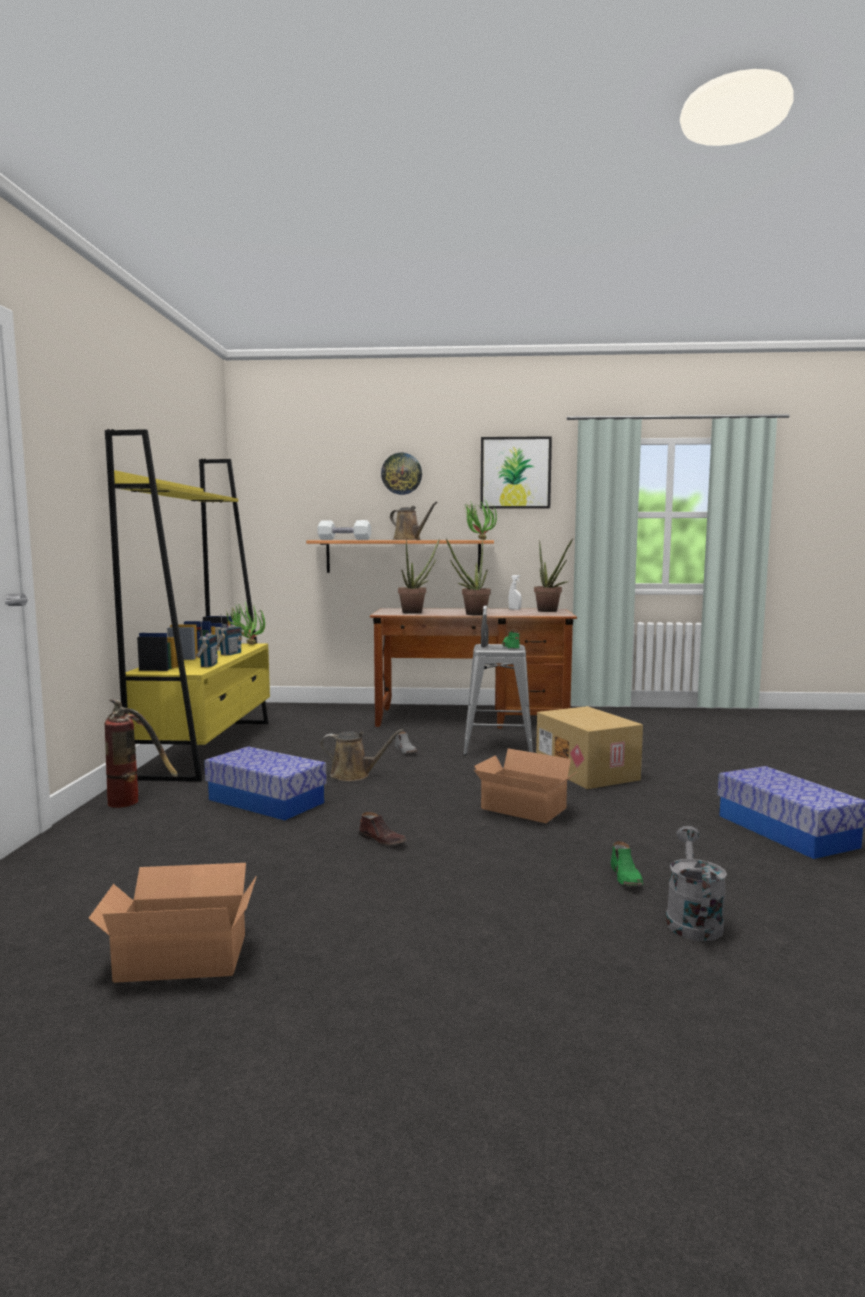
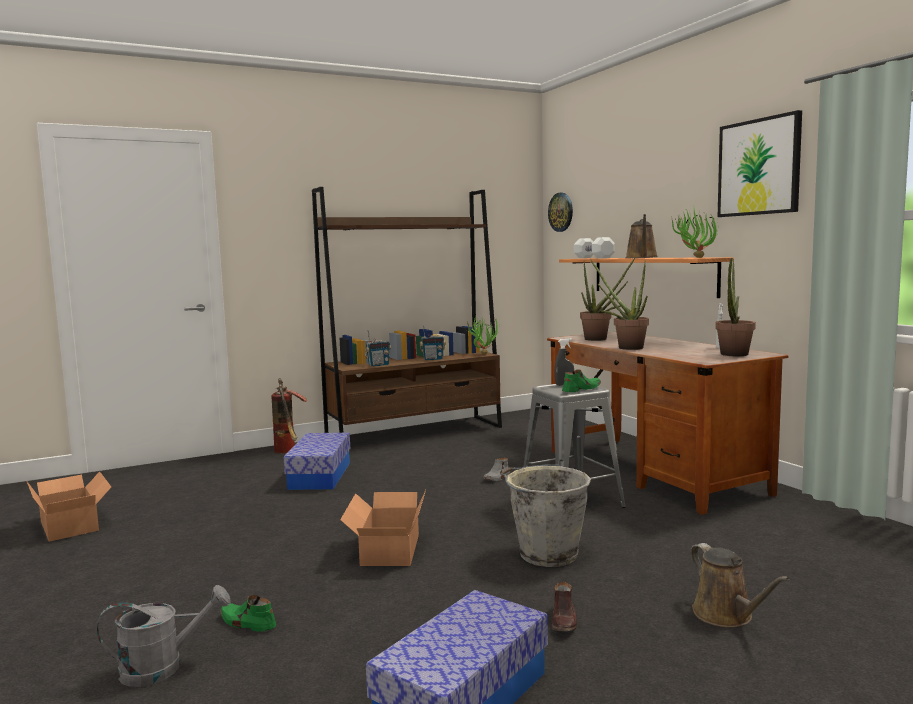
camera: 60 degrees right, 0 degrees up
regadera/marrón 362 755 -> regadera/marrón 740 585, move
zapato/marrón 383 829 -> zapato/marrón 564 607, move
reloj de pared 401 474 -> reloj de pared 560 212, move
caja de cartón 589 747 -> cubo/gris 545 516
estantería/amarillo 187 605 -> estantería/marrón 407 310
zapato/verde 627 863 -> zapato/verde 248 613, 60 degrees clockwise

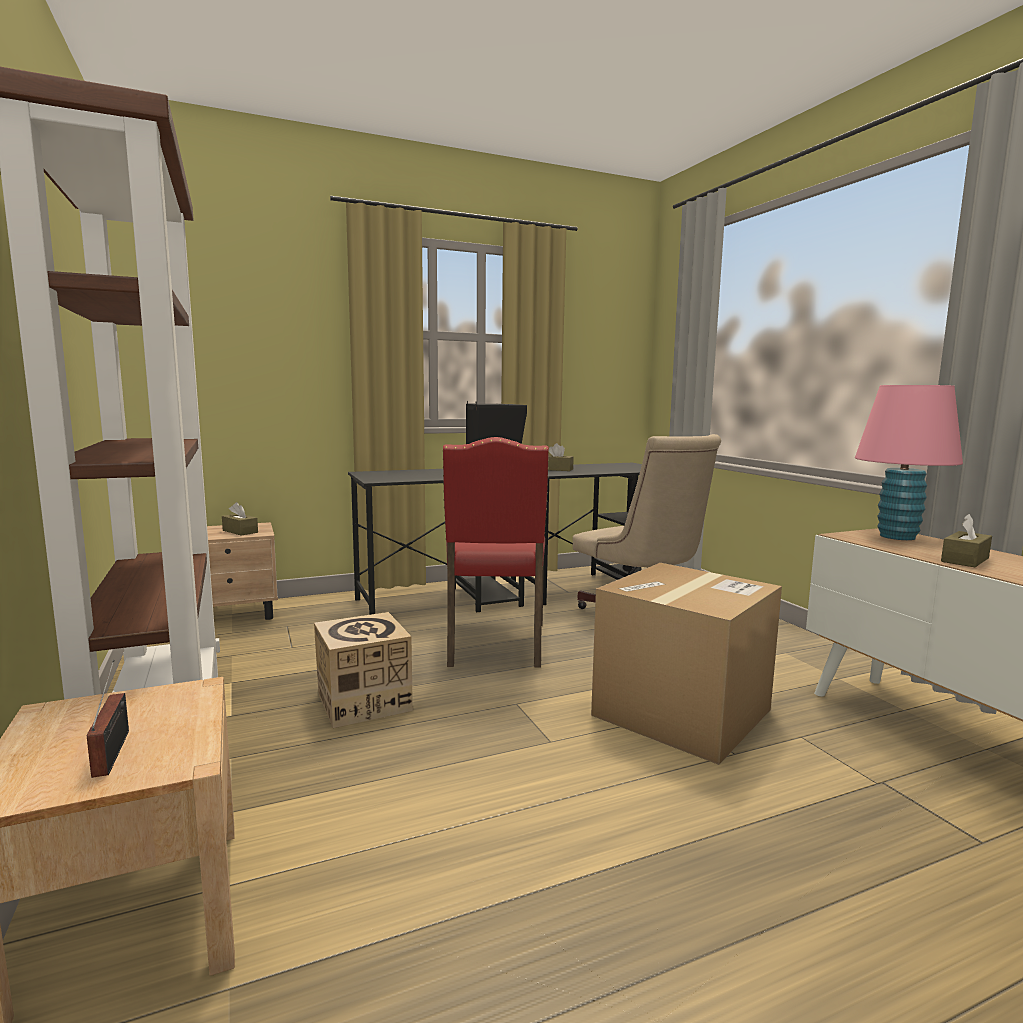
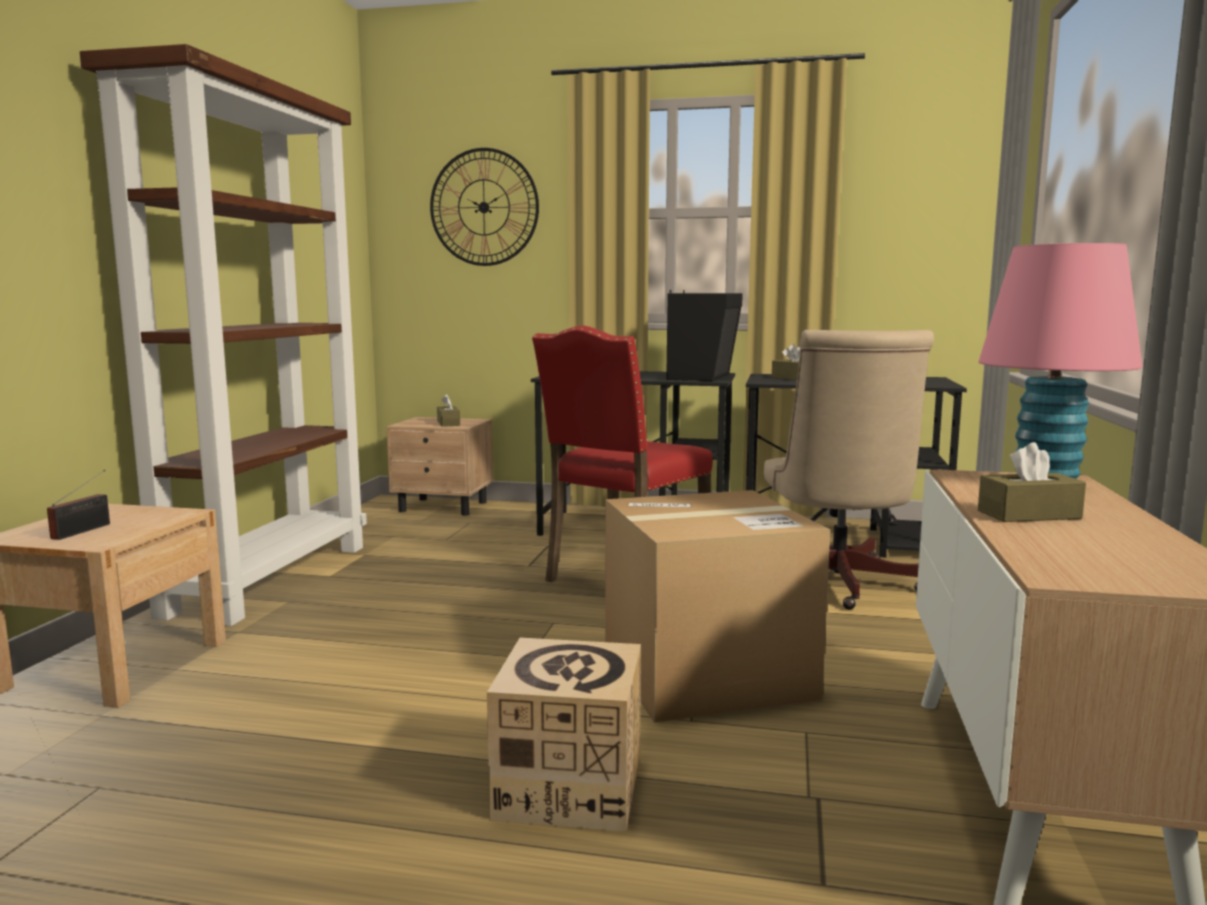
camera: 35 degrees right, 0 degrees up
none -> reloj de pared 484 207
caja de cartón 363 670 -> caja de cartón 564 734, move

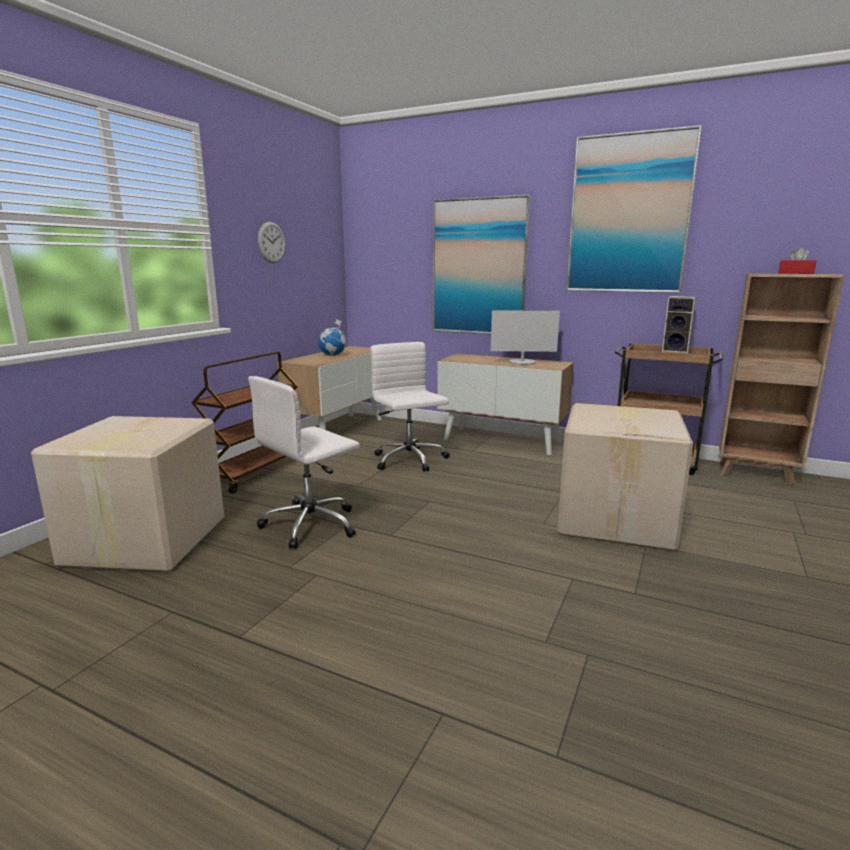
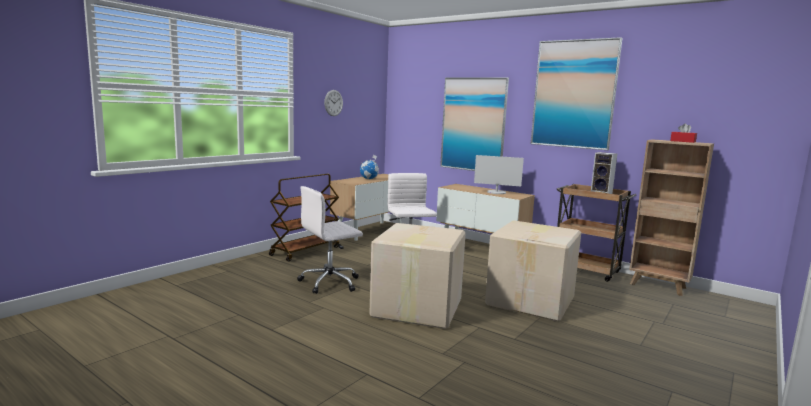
camera: 10 degrees right, 5 degrees down
caja de cartón 127 494 -> caja de cartón 417 276, move

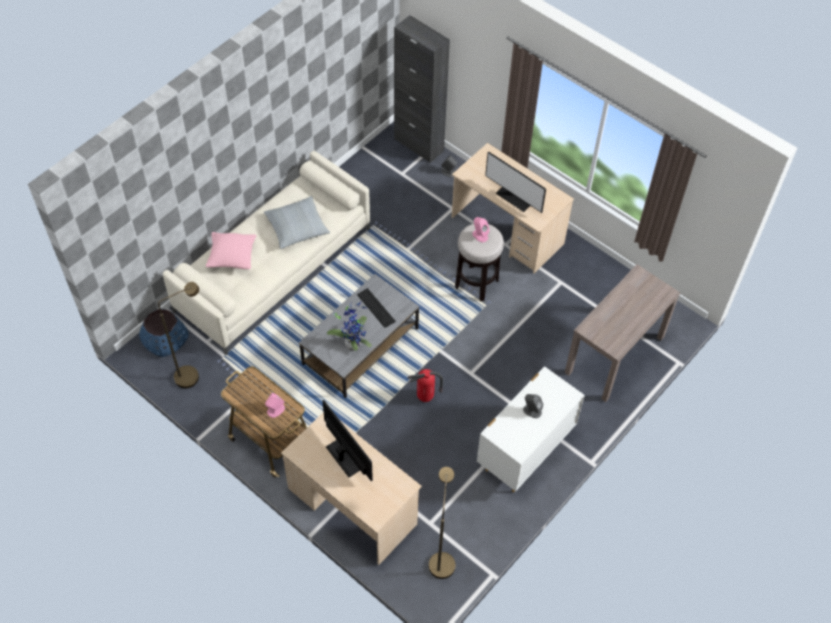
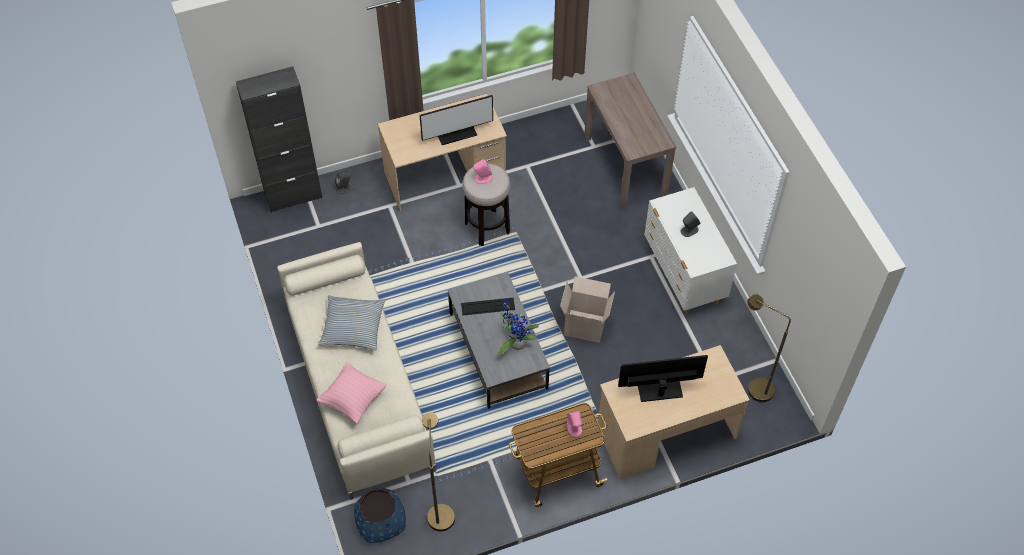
camera: 60 degrees left, 0 degrees up
extintor 425 385 -> caja de cartón 587 309

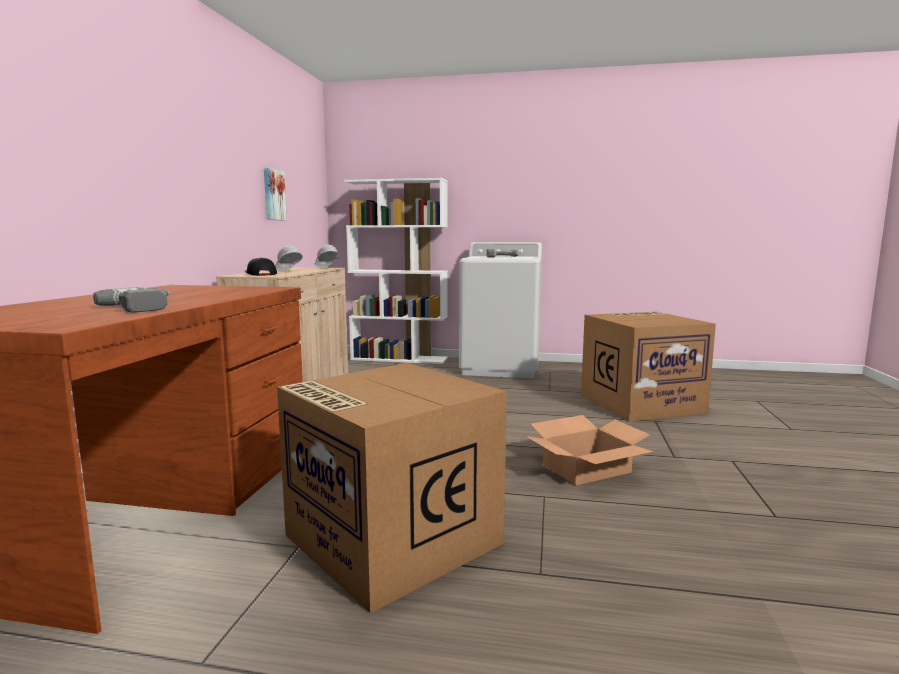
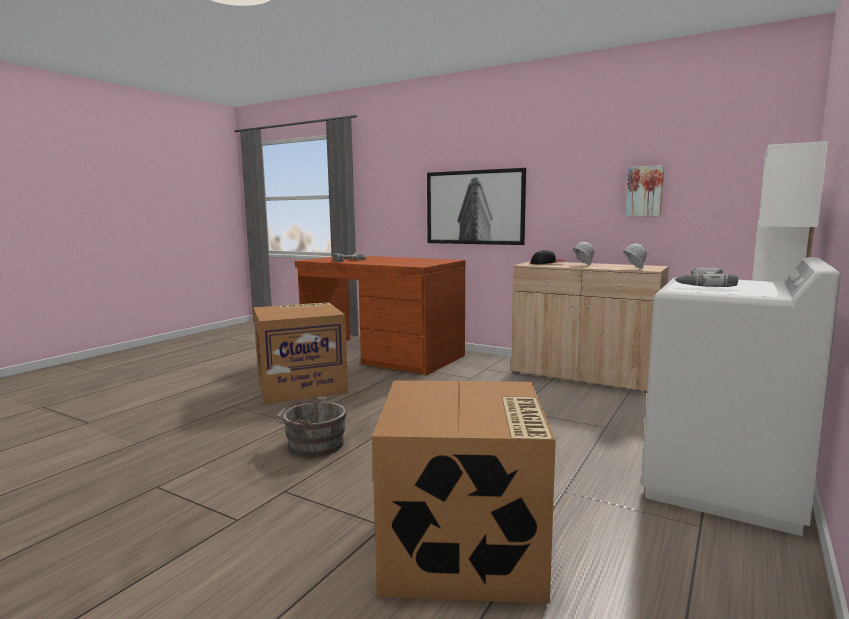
camera: 110 degrees right, 0 degrees up
none -> cuadro 476 206
caja de cartón 589 450 -> cubo/gris 311 427

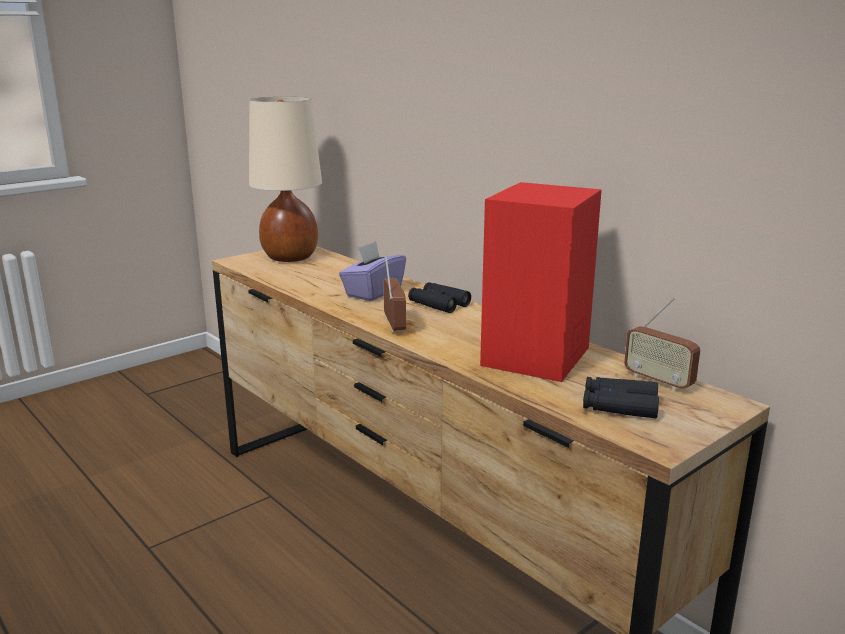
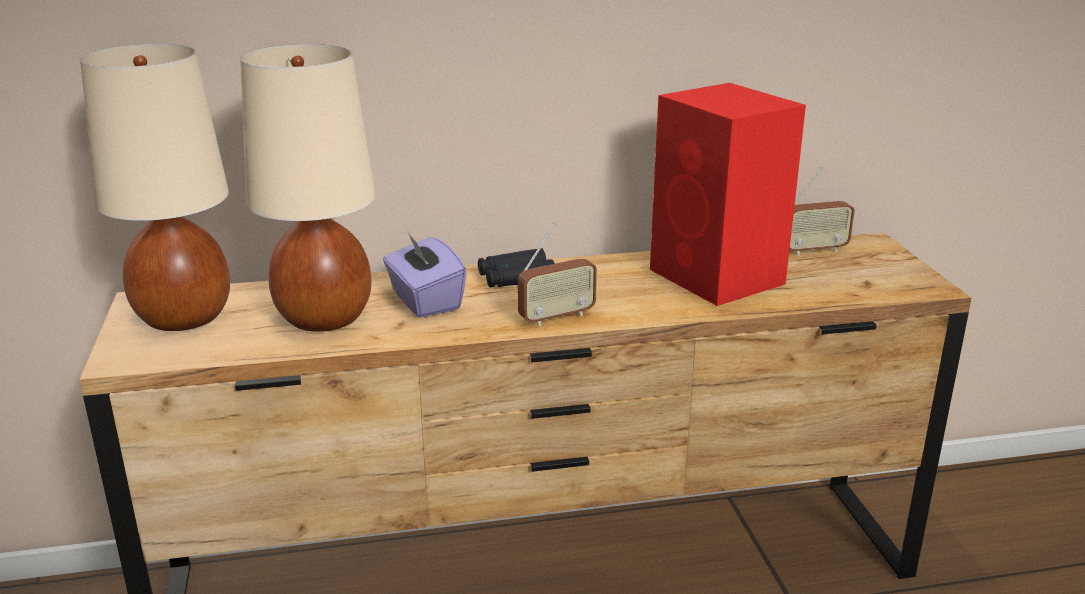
camera: 60 degrees left, 5 degrees up
prismáticos/negro 621 397 -> none
none -> lámpara de mesa/beis 307 188
radio 394 293 -> radio 557 274, 135 degrees clockwise

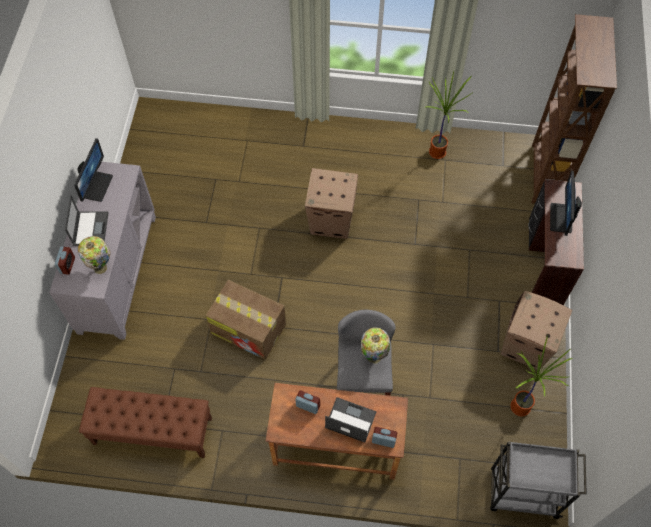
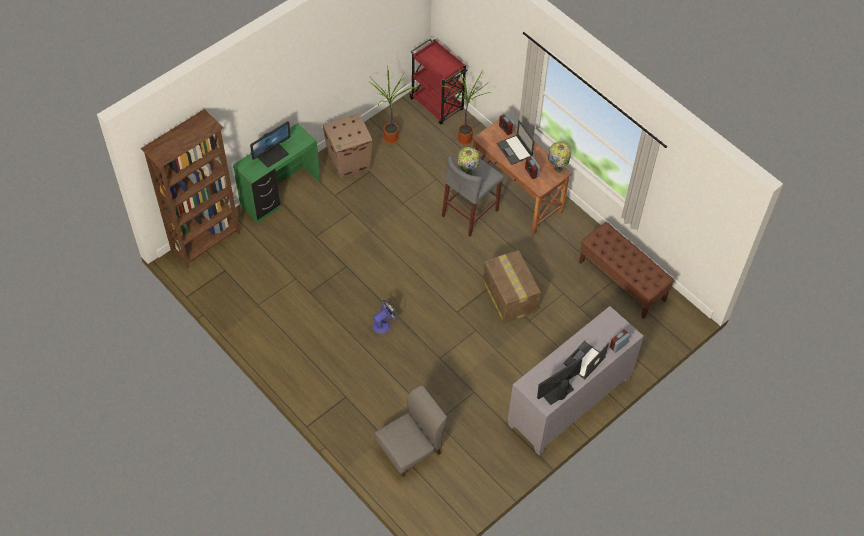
camera: 140 degrees left, 5 degrees down
none -> silla/gris 411 431
lámpara de mesa 94 255 -> lámpara de mesa 559 157, move
planta en maceta 449 115 -> planta en maceta 466 107, move
caja de cartón 331 203 -> ventilador 385 317
carrito/gris 538 480 -> carrito/rojo 438 82
escritorio/marrón 556 242 -> escritorio/verde 276 173

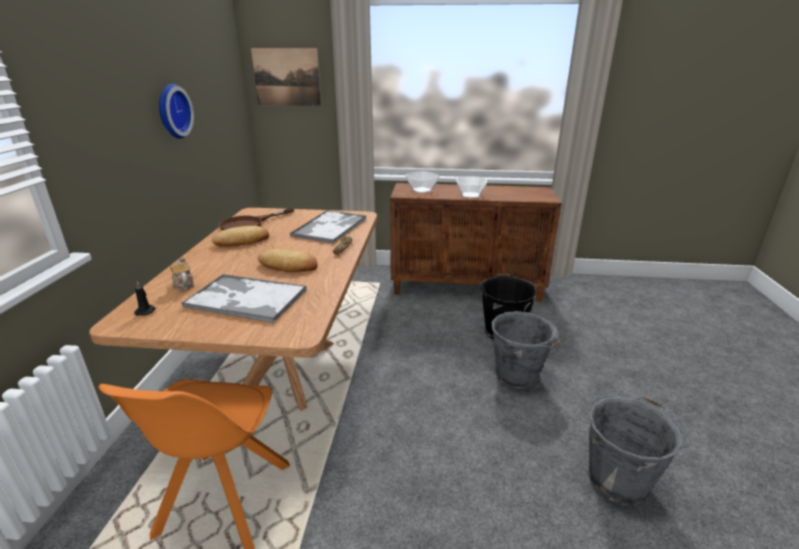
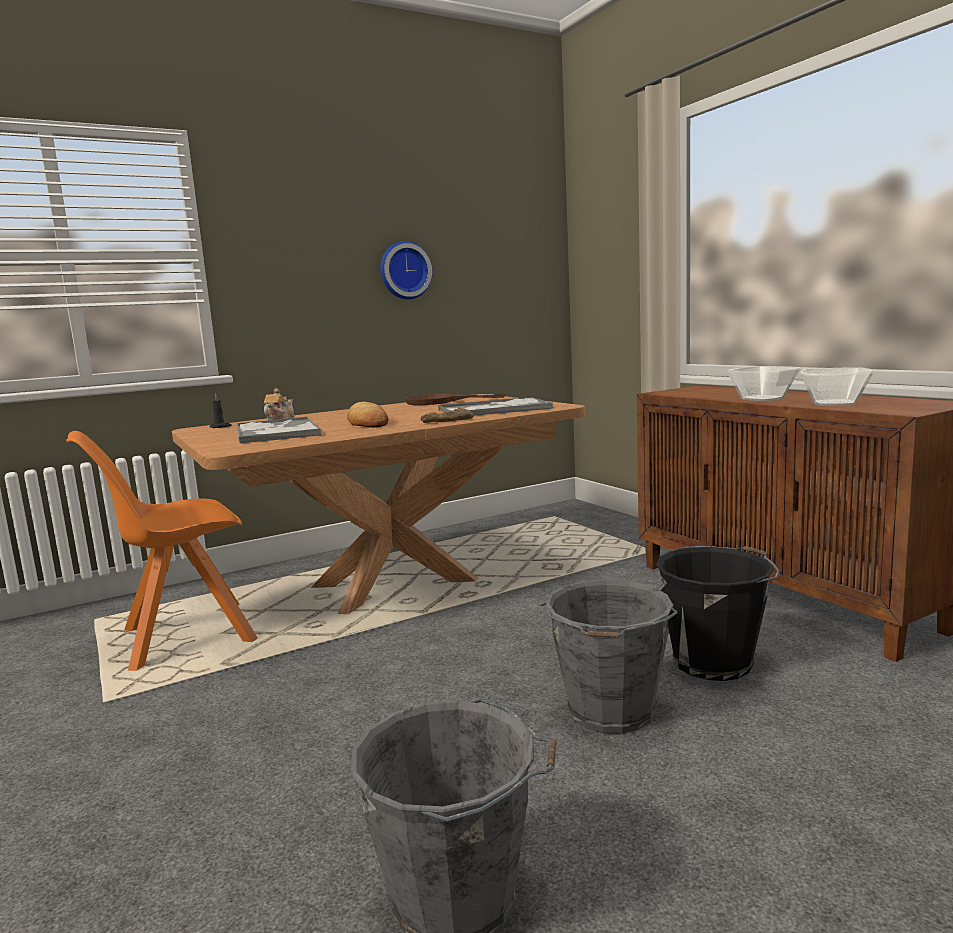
camera: 55 degrees right, 15 degrees down
pan 240 236 -> none
cuadro 286 77 -> none
cuenco 422 182 -> cuenco 836 386, move

